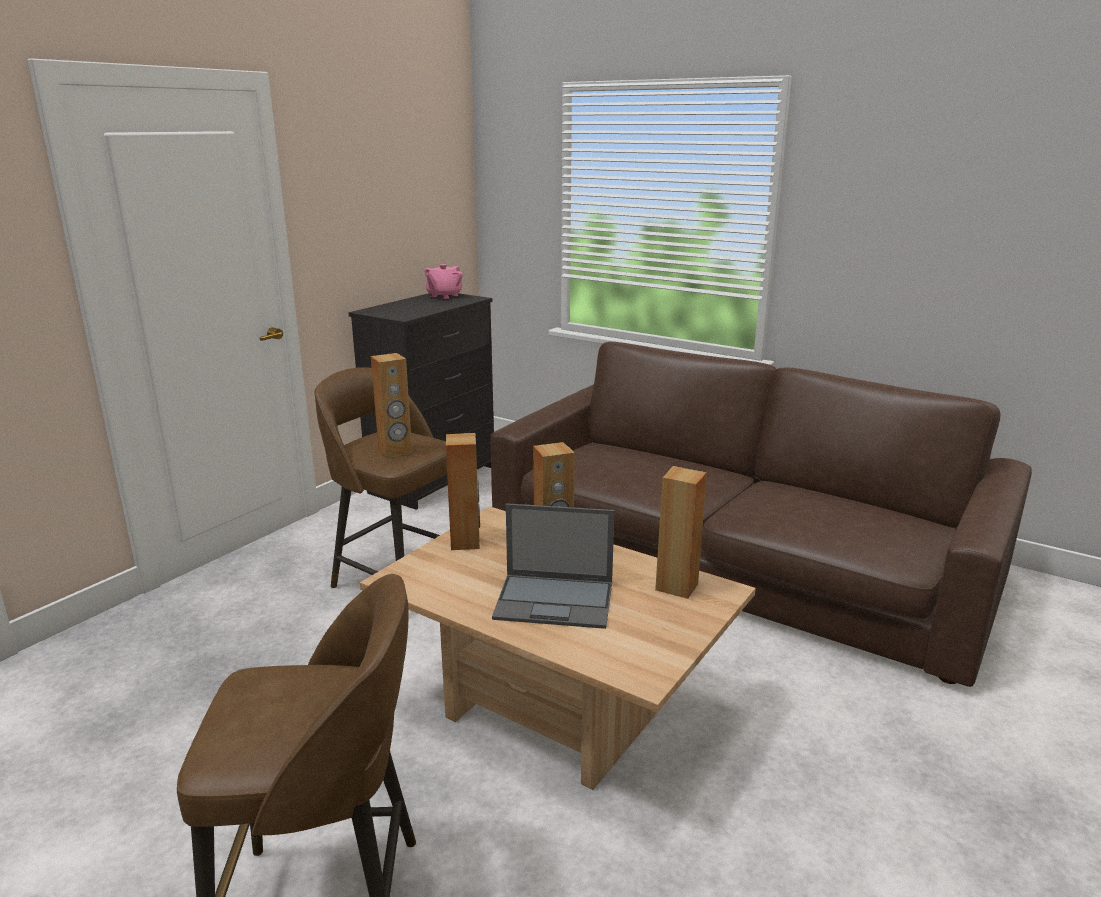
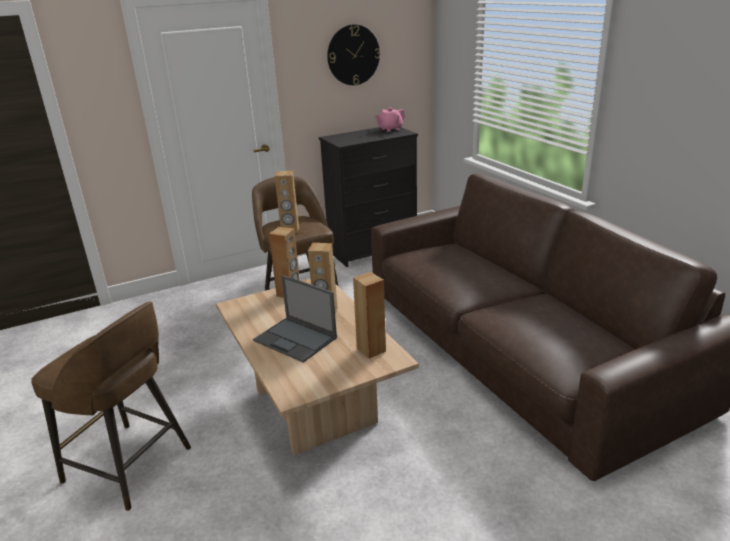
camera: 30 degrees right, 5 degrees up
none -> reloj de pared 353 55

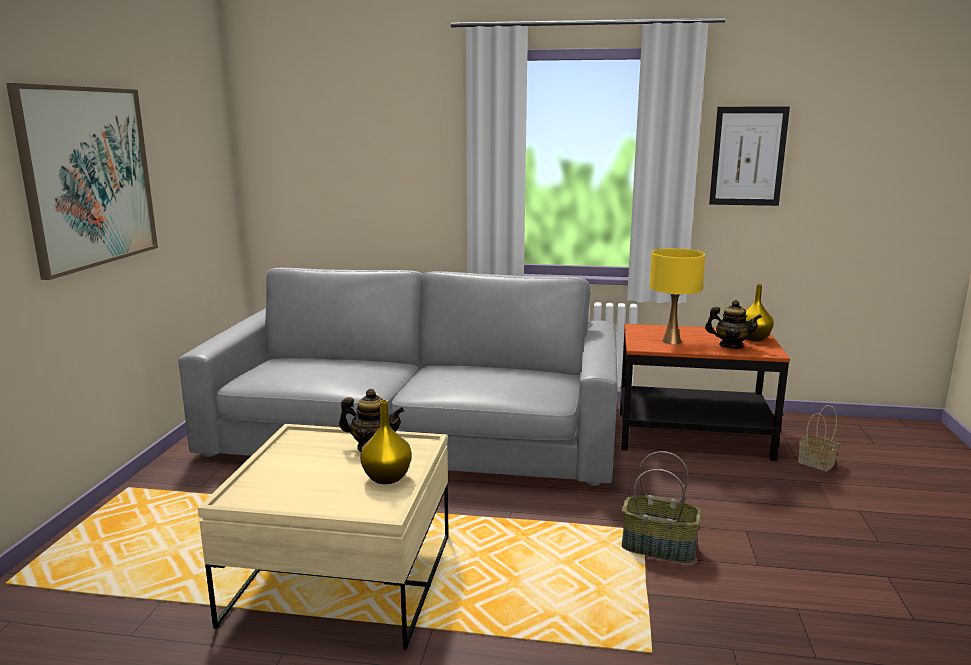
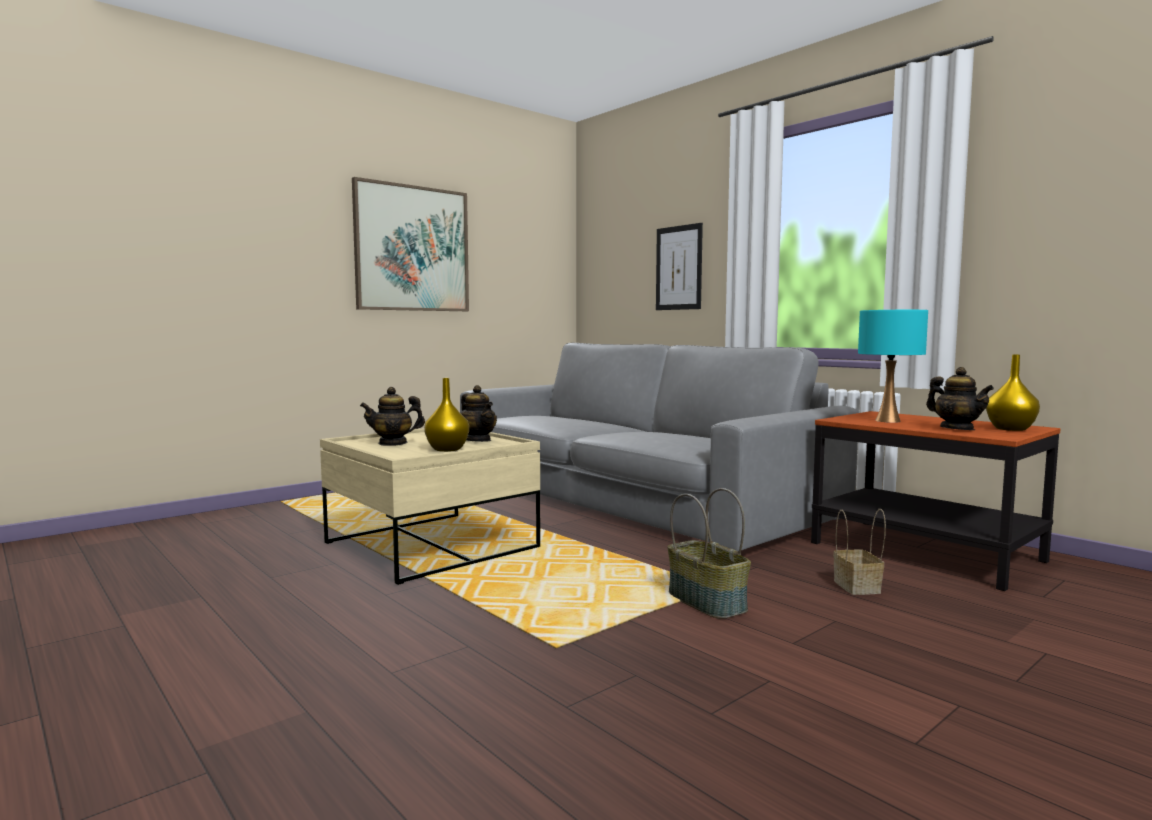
camera: 40 degrees right, 10 degrees down
none -> tetera 392 416
cuadro 749 156 -> cuadro 679 266, move
cesta 818 438 -> cesta 859 552, move
lámpara de mesa/amarillo 677 296 -> lámpara de mesa/turquesa 893 366

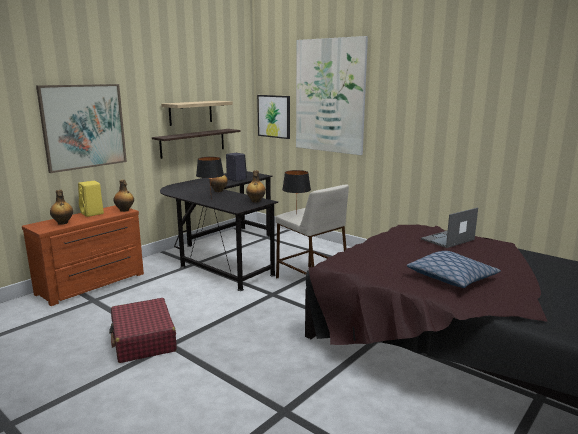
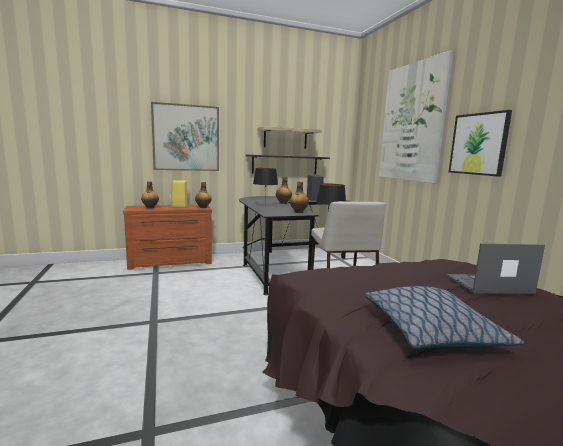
camera: 30 degrees right, 5 degrees down
maleta/rojo 143 330 -> none
cuadro 273 117 -> cuadro 480 143, move

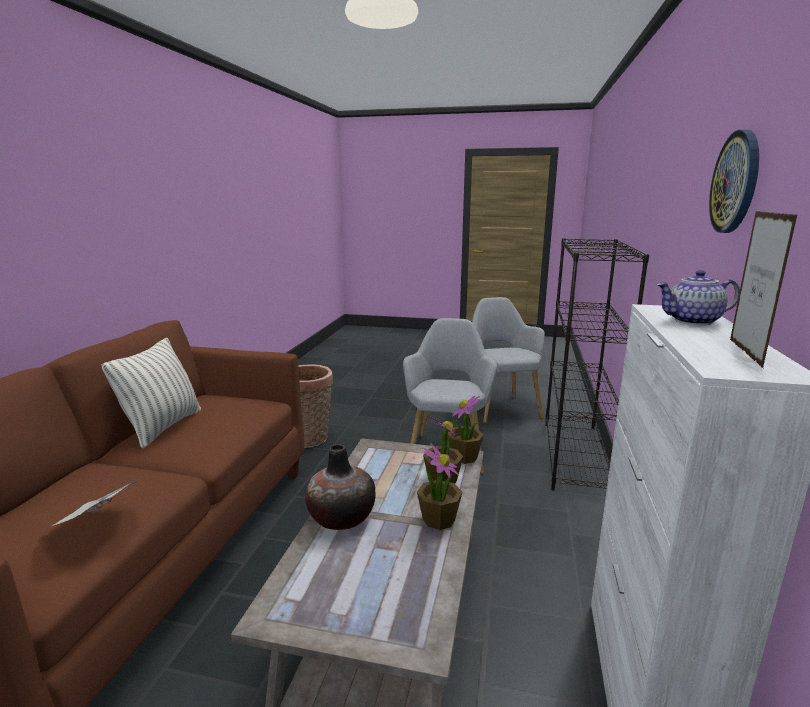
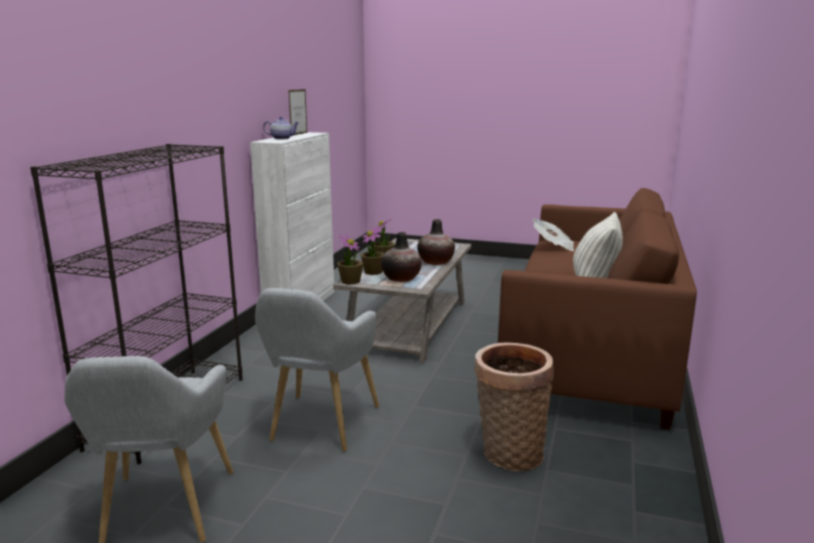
camera: 175 degrees left, 0 degrees up
reloj de pared 734 181 -> none
none -> florero 401 257

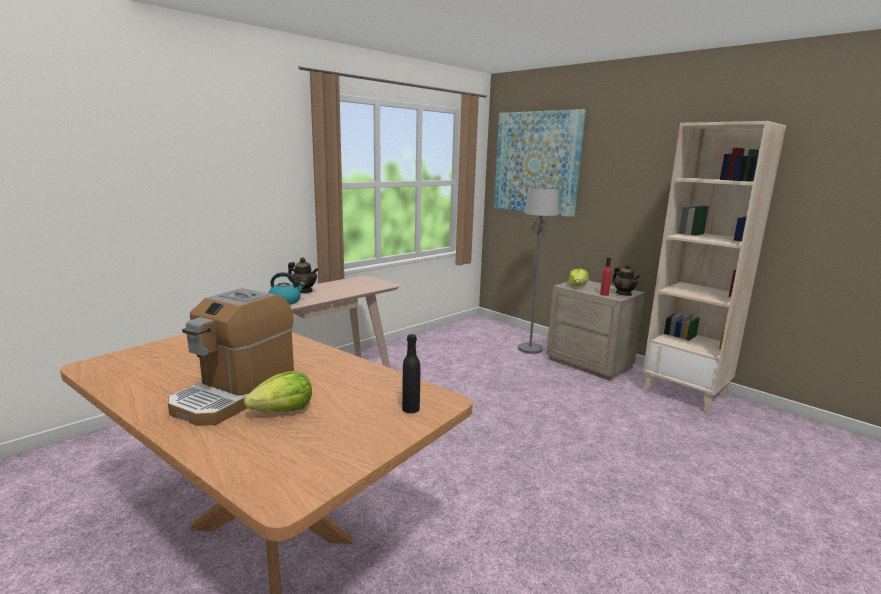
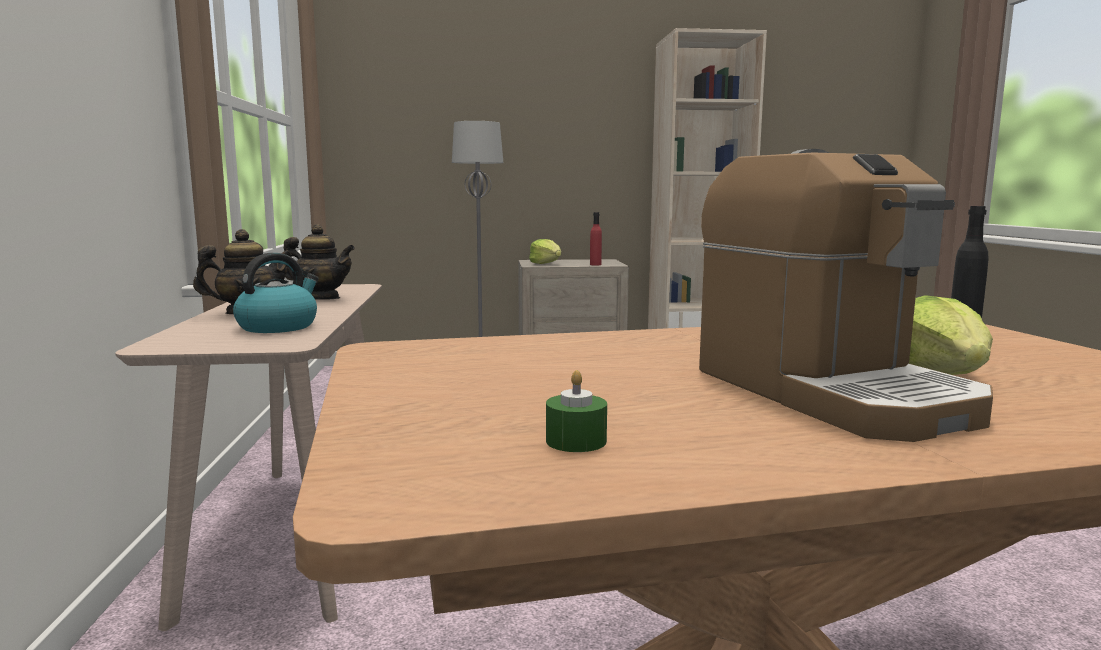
camera: 50 degrees left, 5 degrees down
cuadro 539 163 -> none
none -> vela/verde 576 411
tetera 626 280 -> tetera 319 262, move

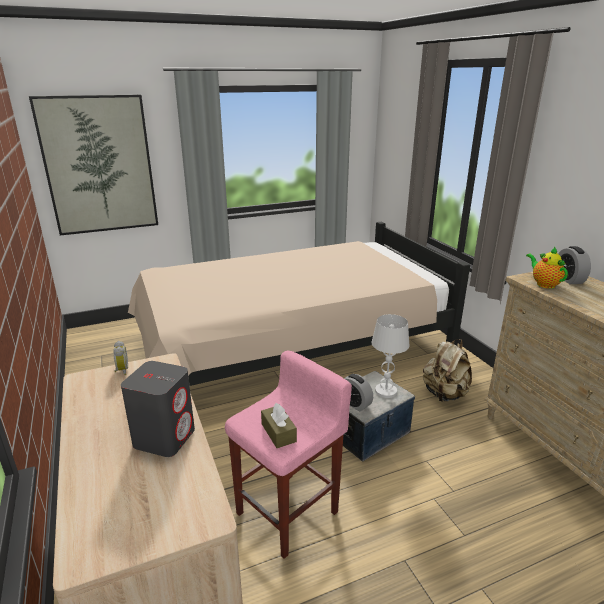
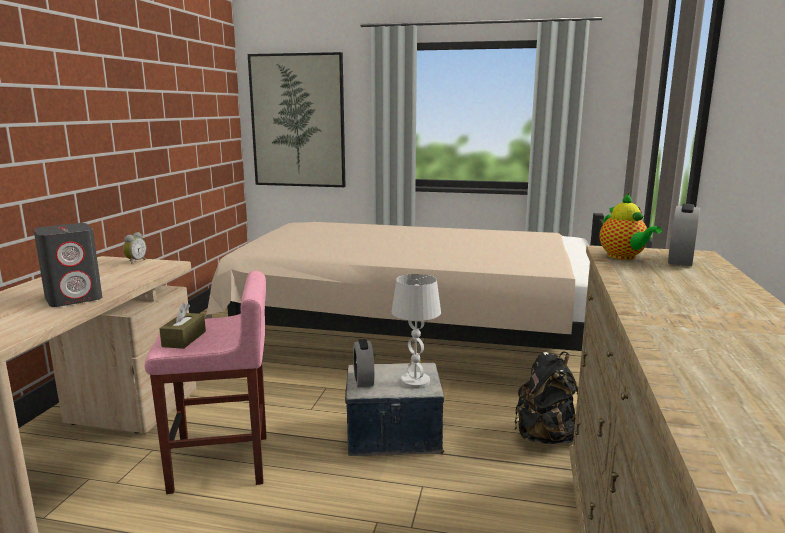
camera: 35 degrees right, 10 degrees down
mochila/beis 447 370 -> mochila/negro 546 397
tetera 547 268 -> tetera 630 226, 150 degrees clockwise

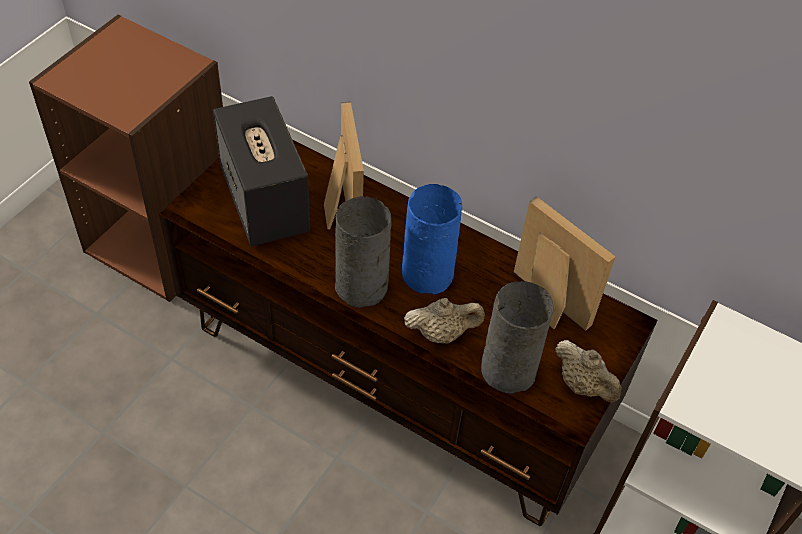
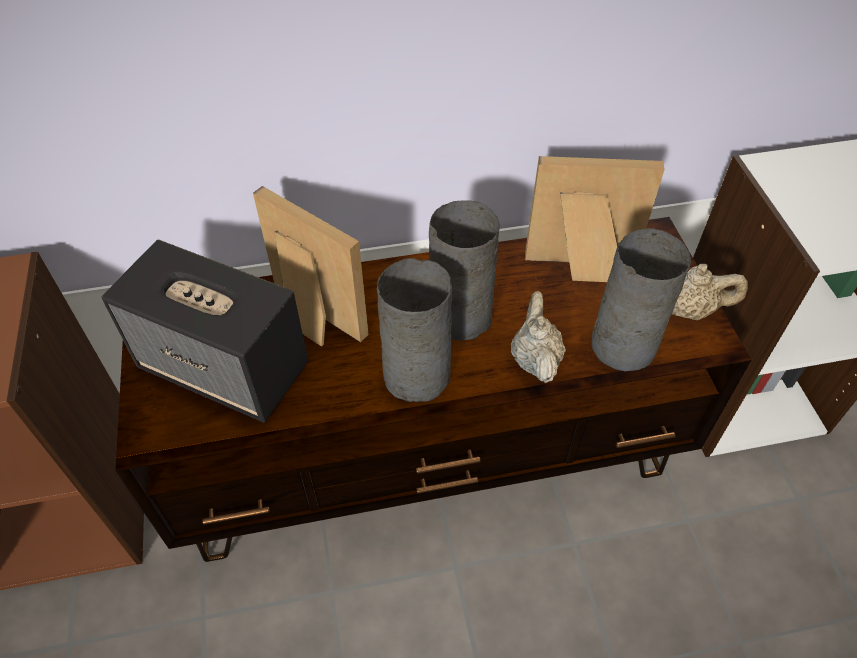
camera: 40 degrees left, 0 degrees up
florero/azul 432 239 -> florero/gris 464 270
tetera/beis 444 320 -> tetera/beis 538 337, 45 degrees counterclockwise

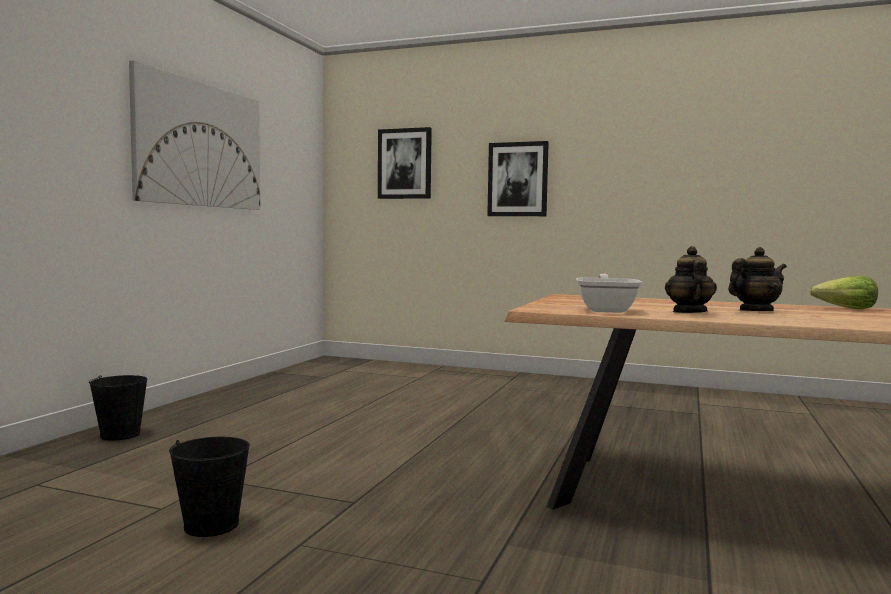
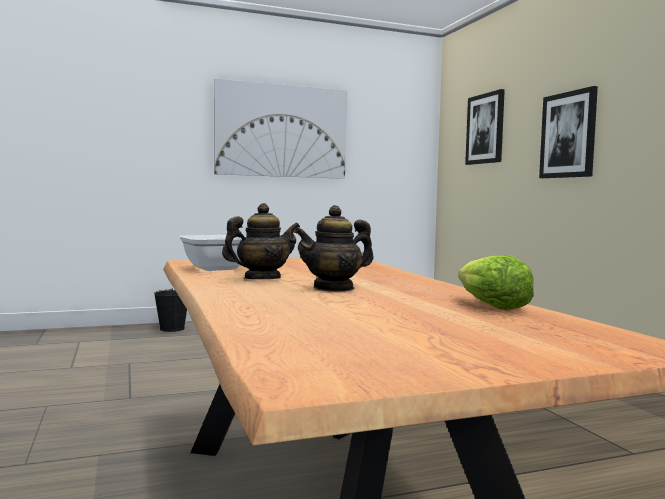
camera: 50 degrees right, 0 degrees up
cubo/negro 209 487 -> none
tetera 757 279 -> tetera 333 248, 120 degrees clockwise

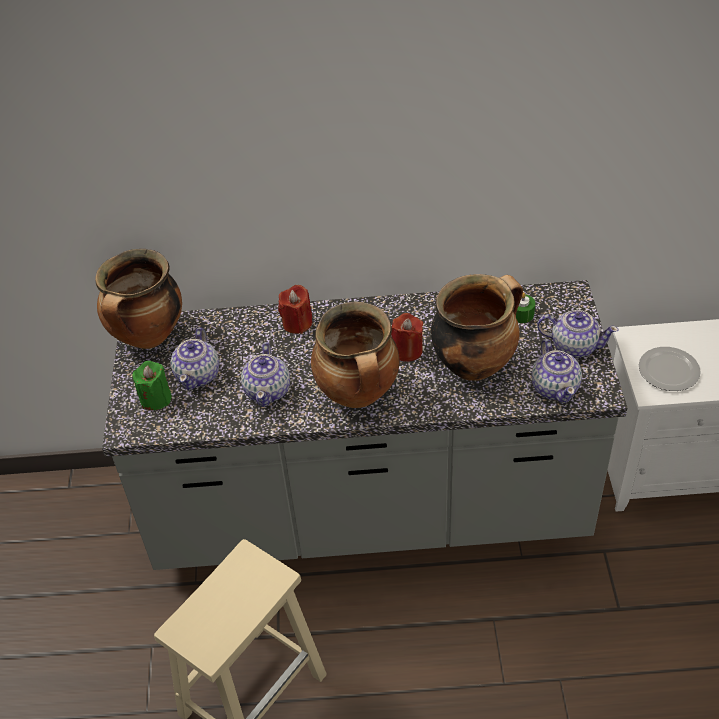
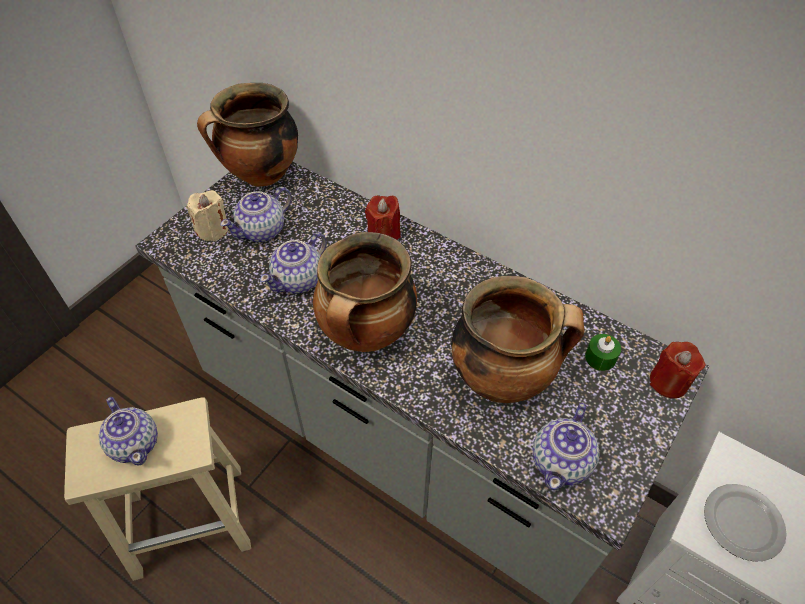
camera: 35 degrees right, 5 degrees up
vela/rojo 407 337 -> vela/rojo 677 370, move
tetera 578 334 -> tetera 128 431, move
vela/verde 152 385 -> vela/beis 207 215

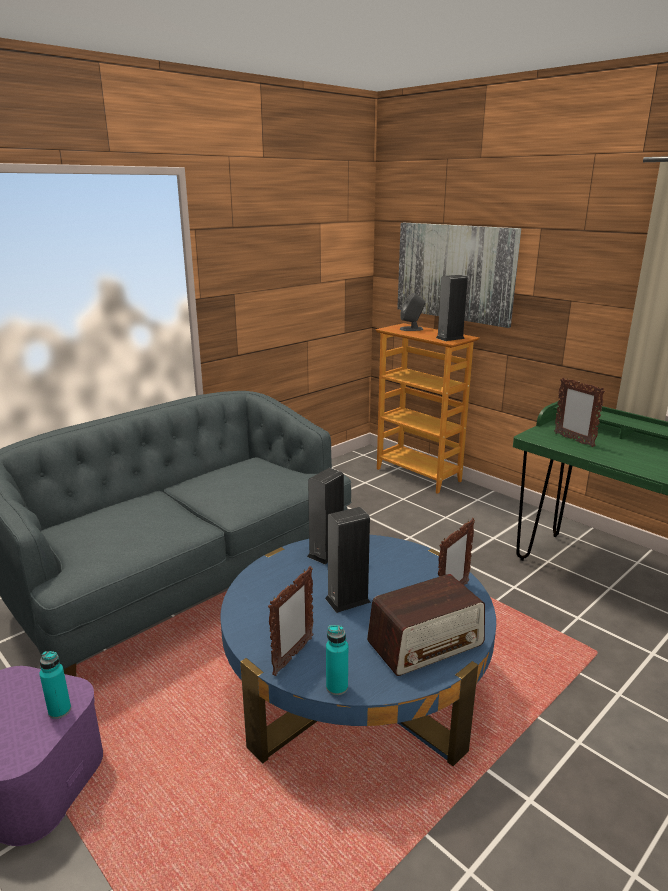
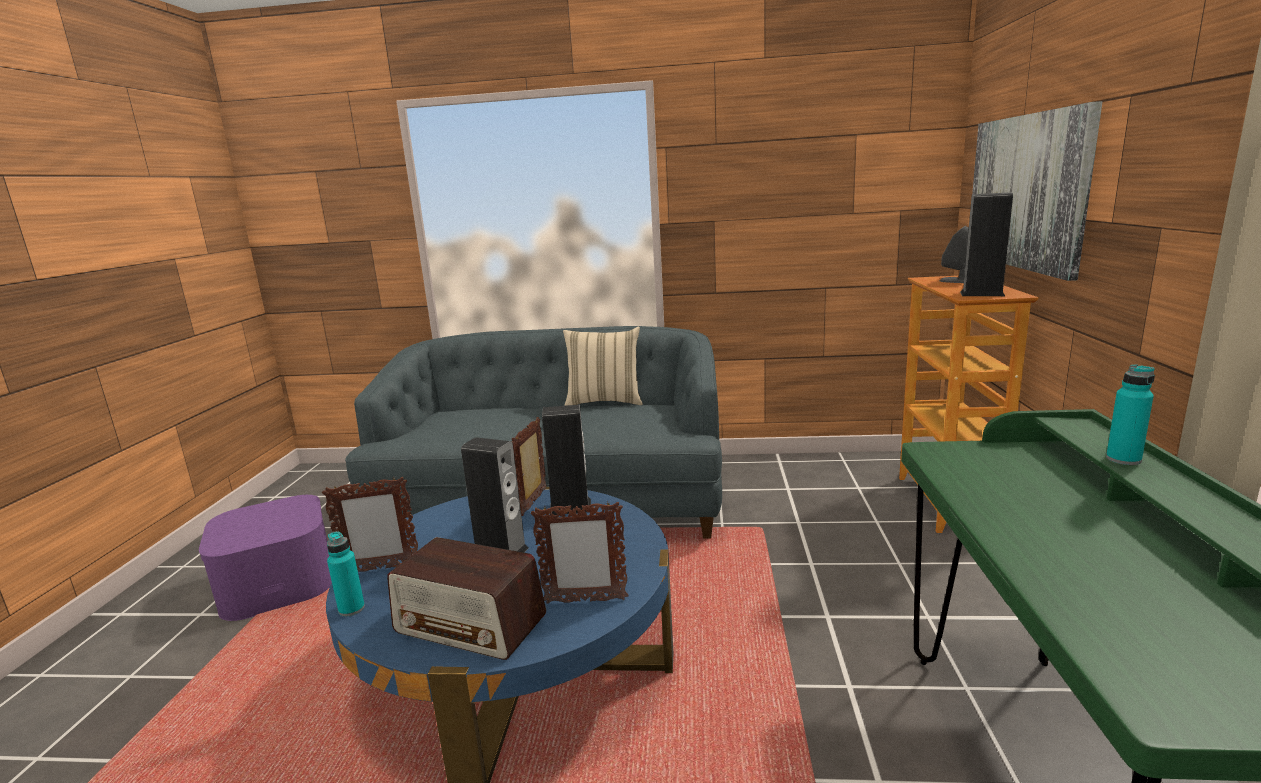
camera: 50 degrees right, 5 degrees down
none -> cojín/beis 603 366
botella/turquesa 55 685 -> botella/turquesa 1130 414, move
portarretratos 579 412 -> portarretratos 529 466, move

